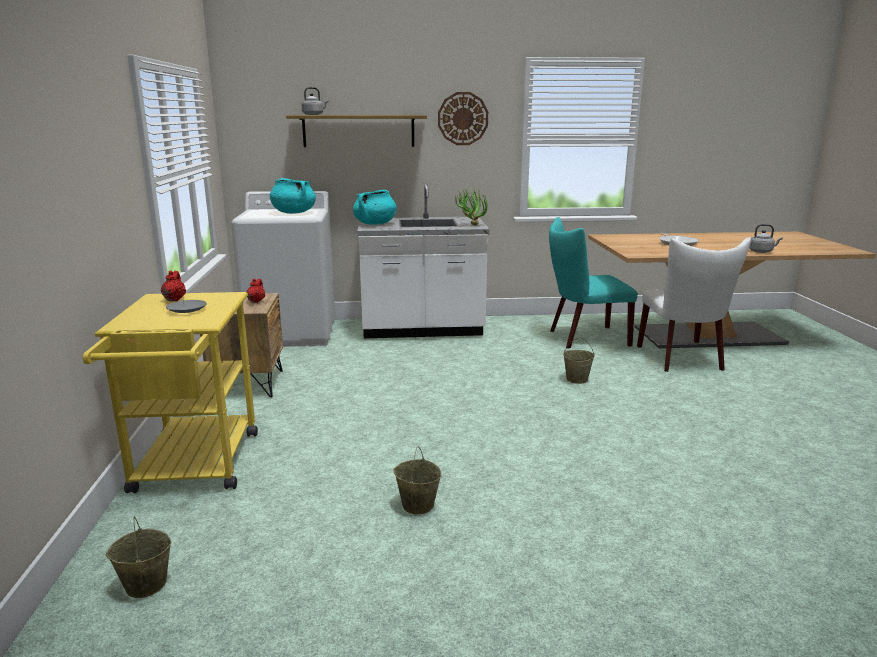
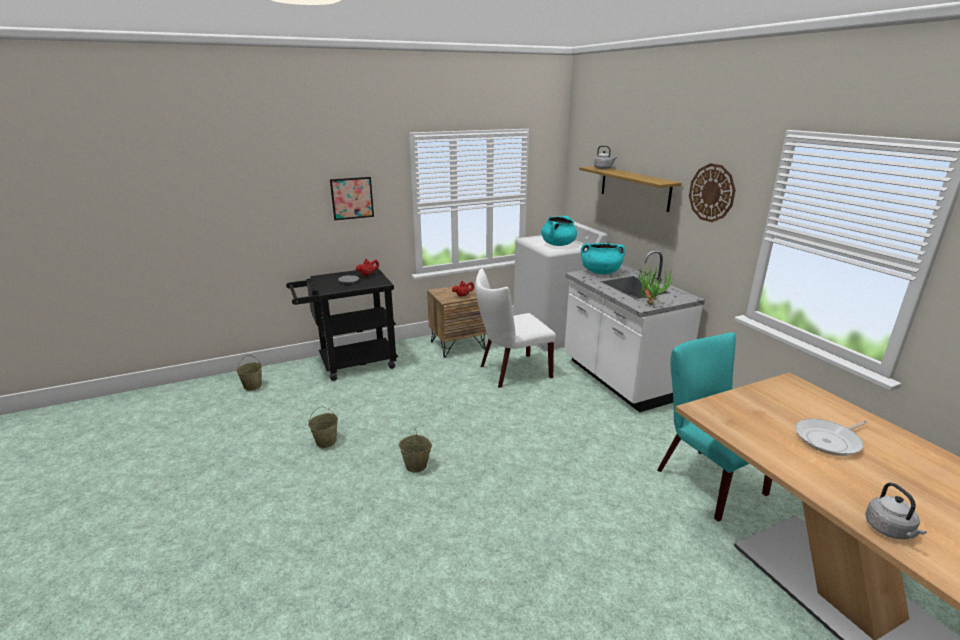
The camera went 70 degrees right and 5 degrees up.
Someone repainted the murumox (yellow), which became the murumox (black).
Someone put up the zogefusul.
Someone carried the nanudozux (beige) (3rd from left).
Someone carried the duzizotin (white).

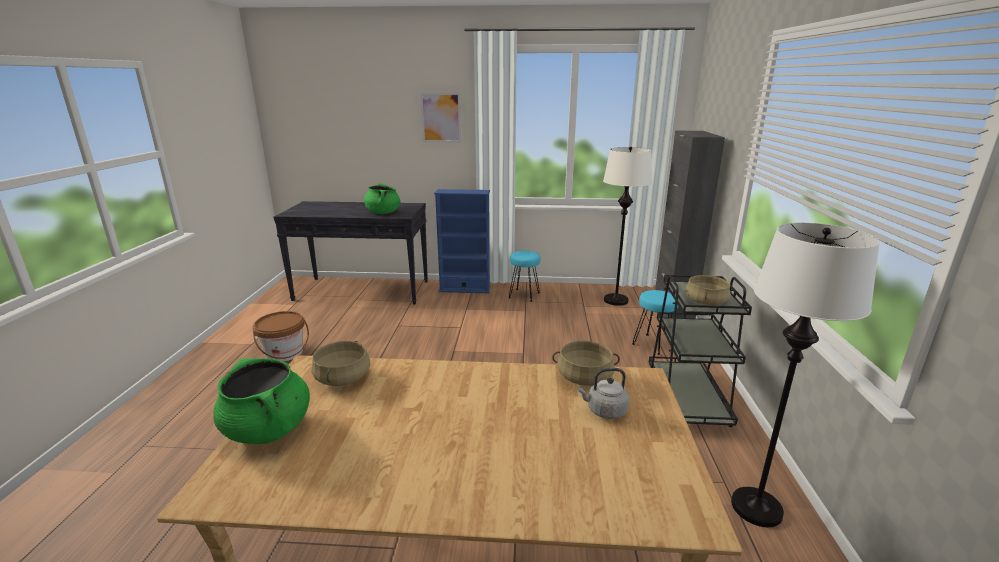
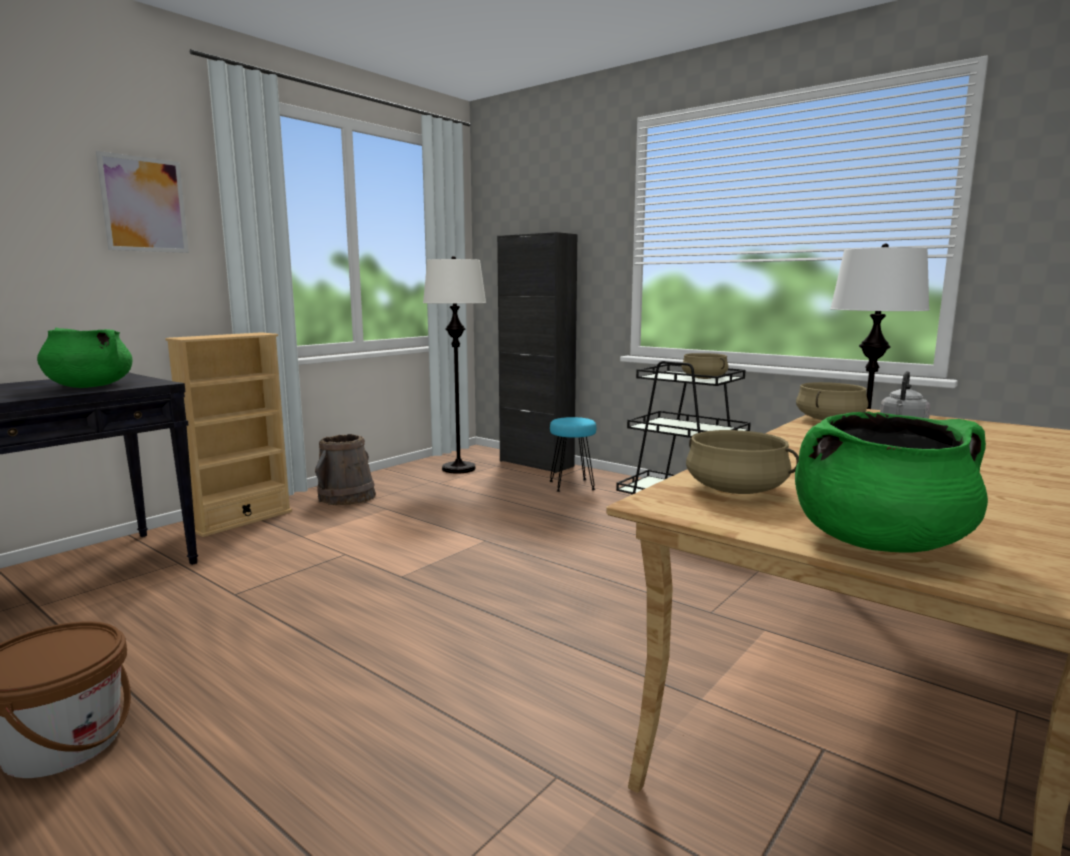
The camera went 55 degrees left and 10 degrees down.
Someone repainted the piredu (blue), which became the piredu (beige).
Someone swapped the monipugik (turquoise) (1st from left) for the nanudozux (brown) (2nd from left).

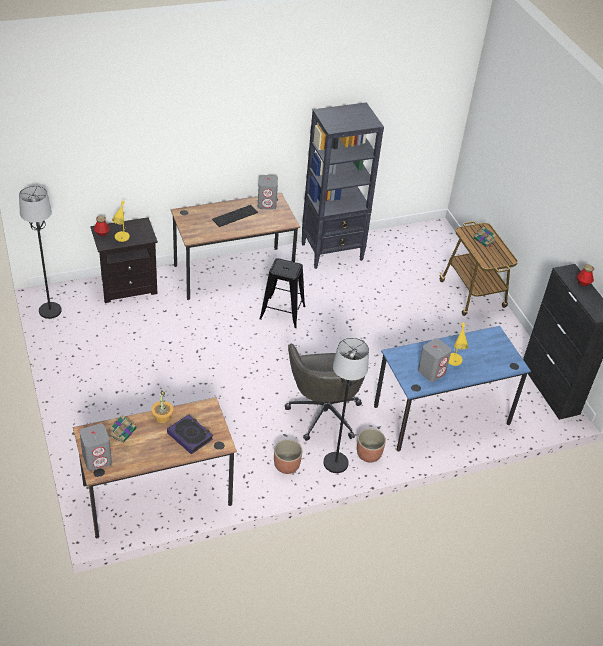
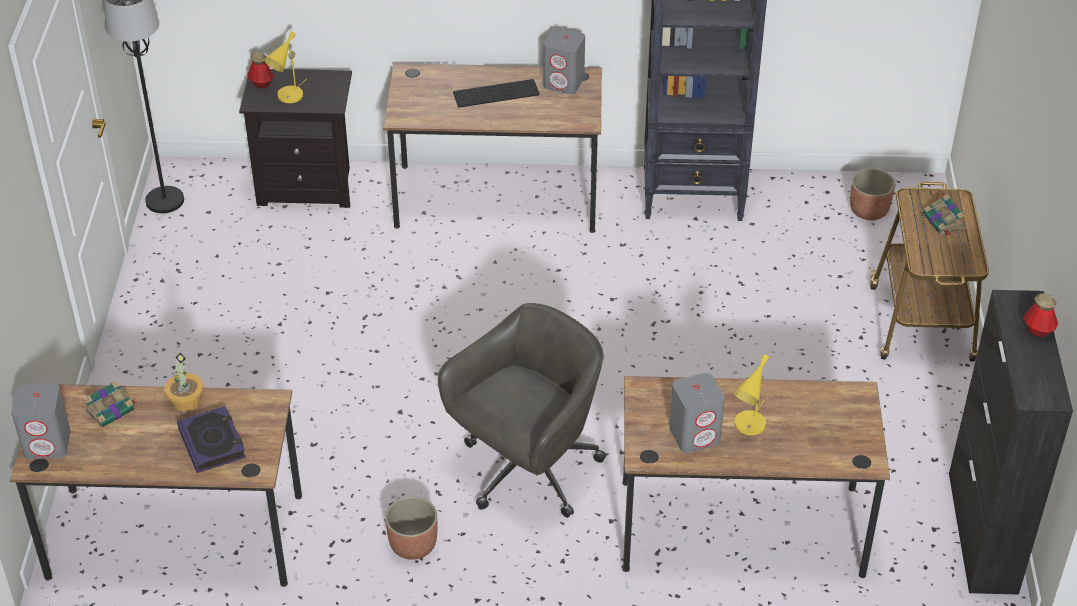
The camera went 25 degrees right and 0 degrees up.
Someone rotated the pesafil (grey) by 150 degrees counterclockwise.
Someone repainted the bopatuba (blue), which became the bopatuba (brown) (3rd from left).
Someone carried the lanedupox (2nd from left).
Someone took away the monipugik (black).
Someone took away the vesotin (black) (2nd from left).

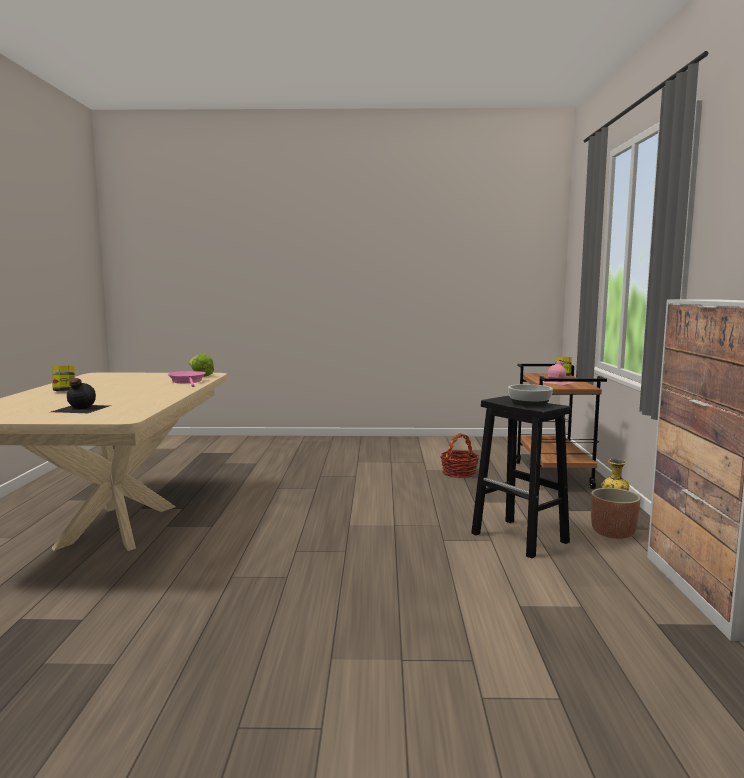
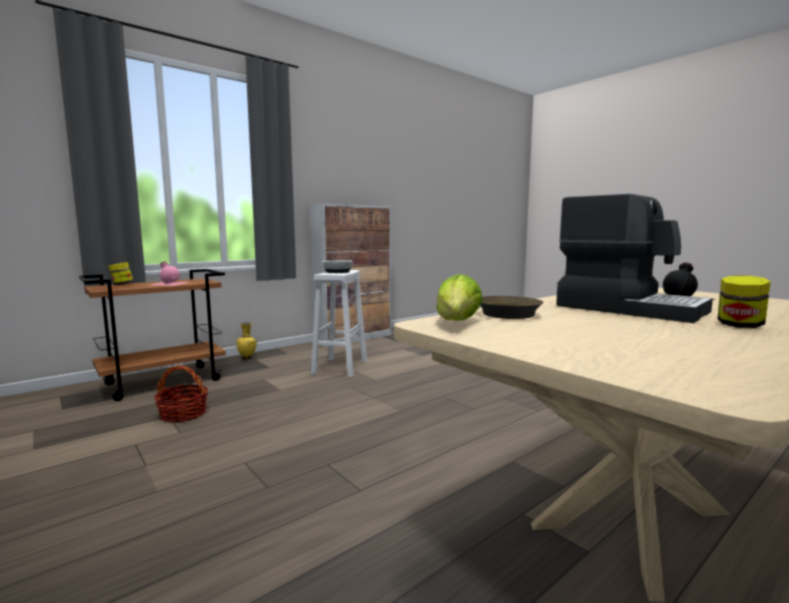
The camera went 130 degrees left and 0 degrees up.
Someone repainted the monipugik (black), which became the monipugik (white).
Someone repainted the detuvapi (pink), which became the detuvapi (brown).
Someone put down the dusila.
Someone took away the lanedupox.

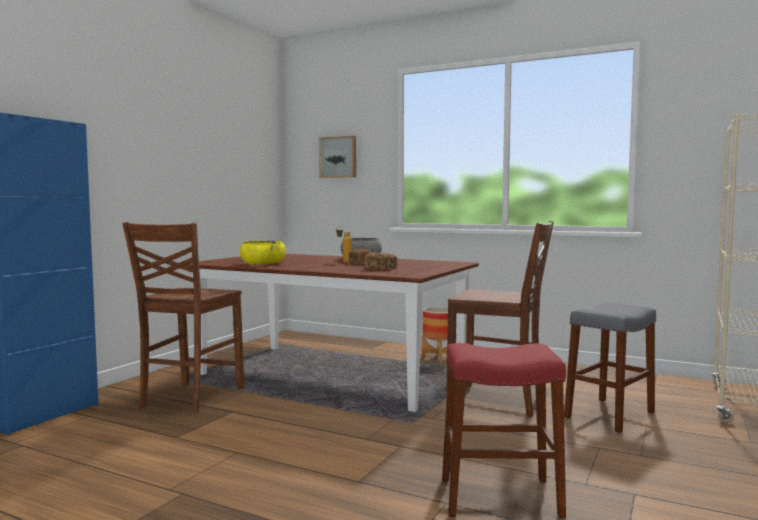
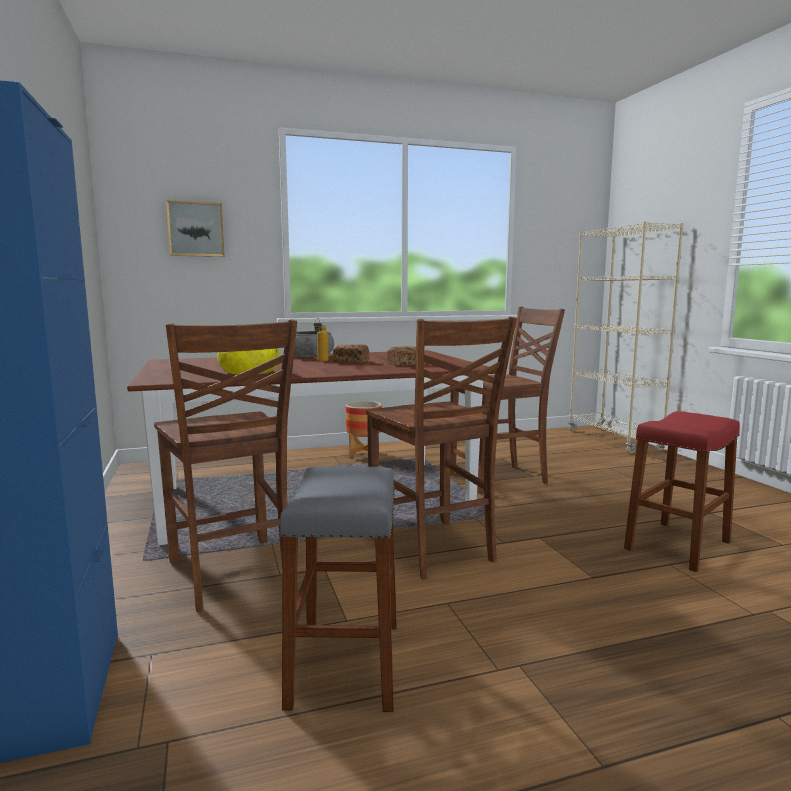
The camera went 45 degrees left and 5 degrees up.
Someone carried the monipugik (grey).
Someone put down the duzizotin (brown) (2nd from left).

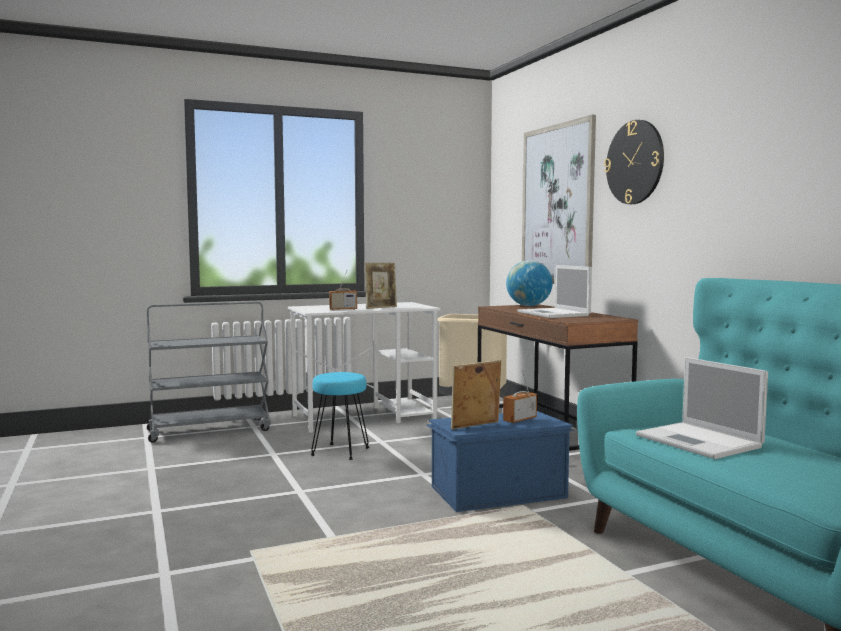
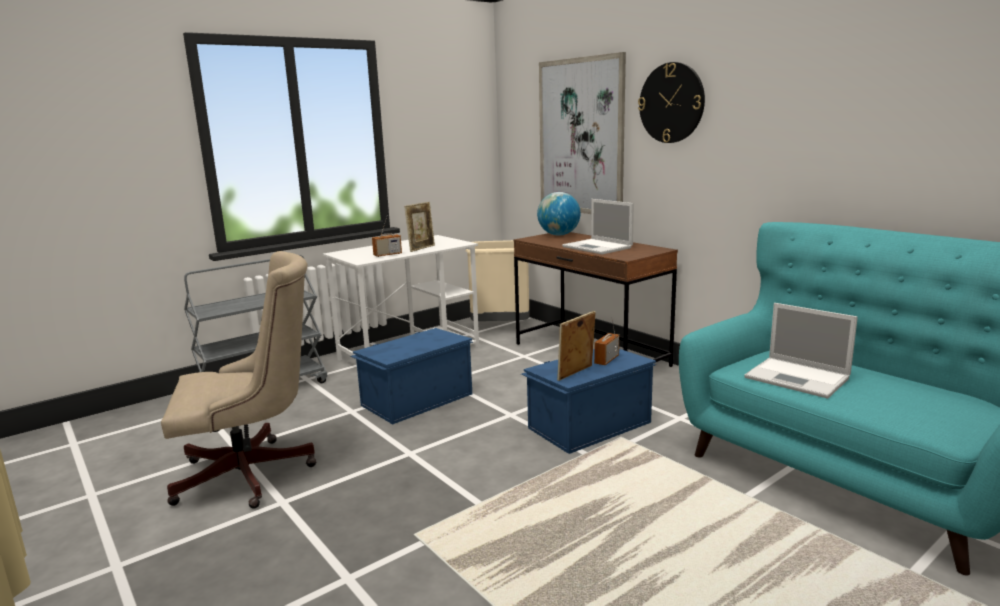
The camera went 15 degrees left and 10 degrees up.
Someone put down the pesafil (beige).
Someone swapped the monipugik (turquoise) for the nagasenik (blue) (1st from left).

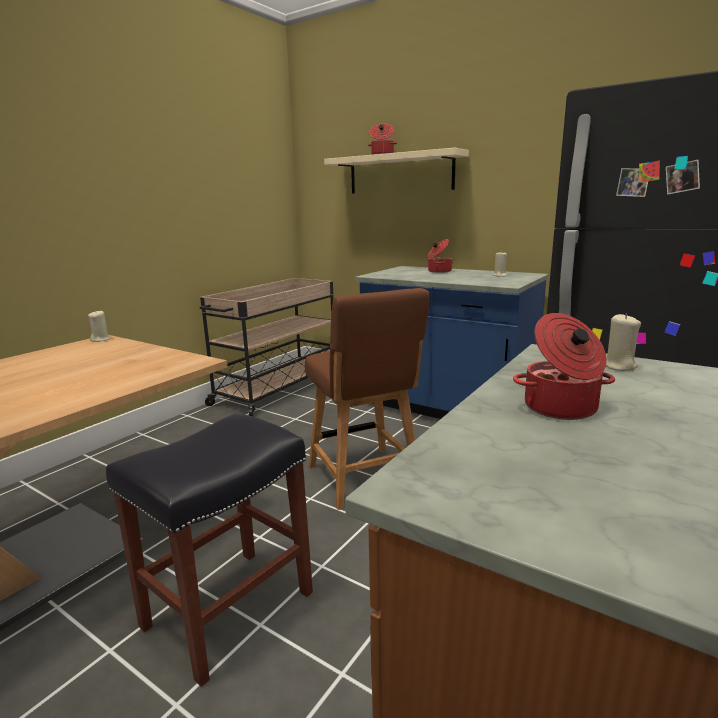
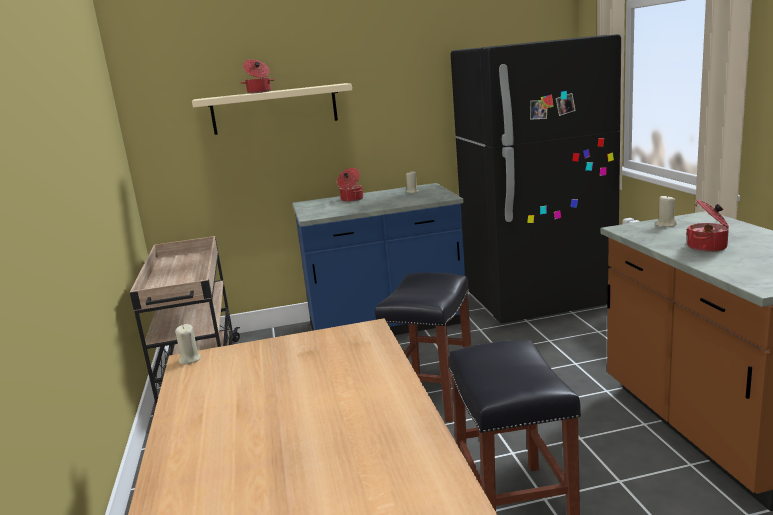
The camera went 45 degrees left and 0 degrees up.
Someone swapped the duzizotin (brown) for the monipugik (black) (1st from left).

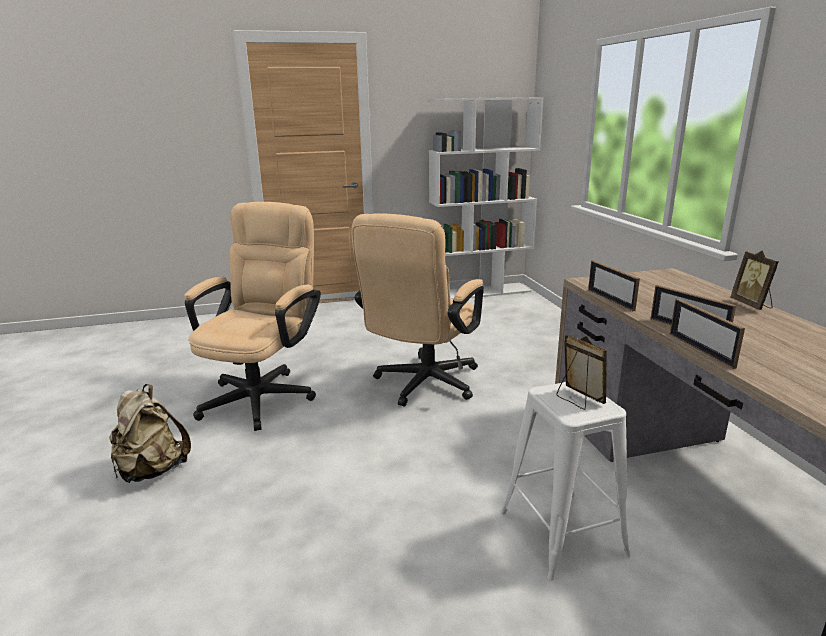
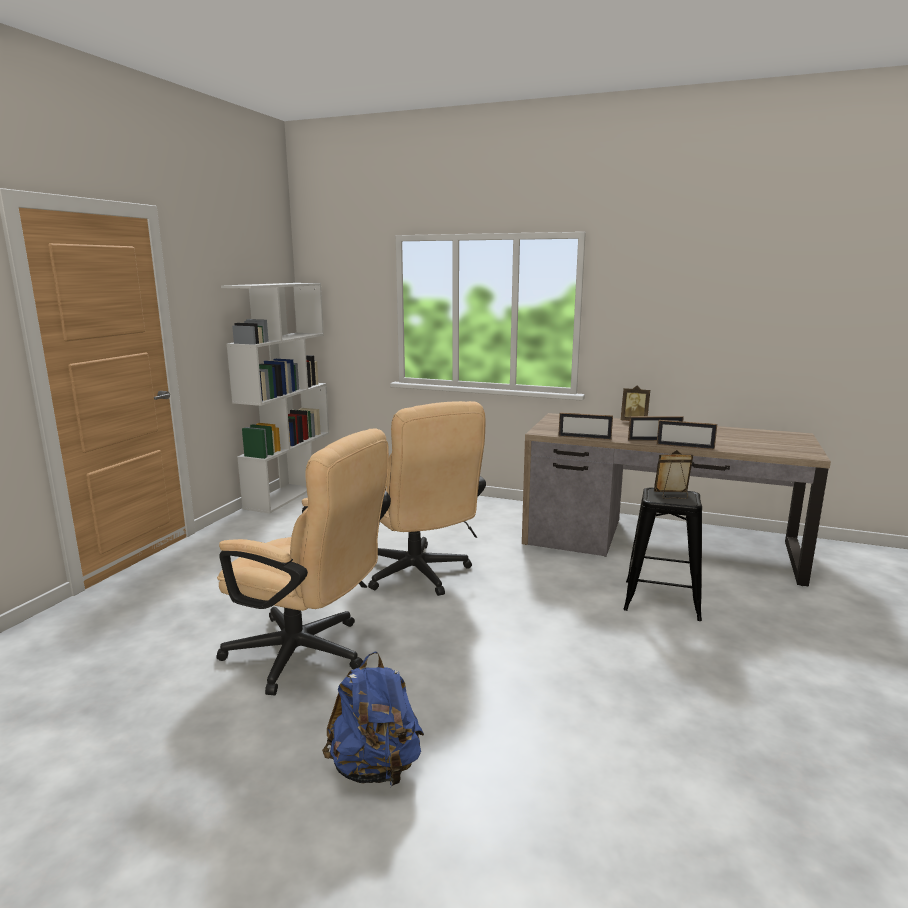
The camera went 55 degrees left and 5 degrees down.
Someone rotated the pesafil (beige) (1st from left) by 150 degrees clockwise.
Someone repainted the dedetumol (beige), which became the dedetumol (blue).
Someone repainted the monipugik (white), which became the monipugik (black).

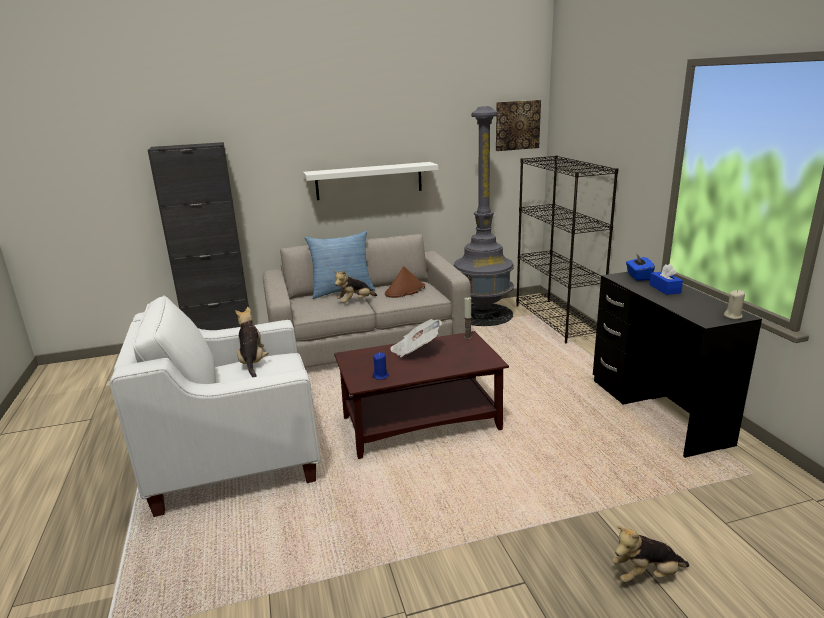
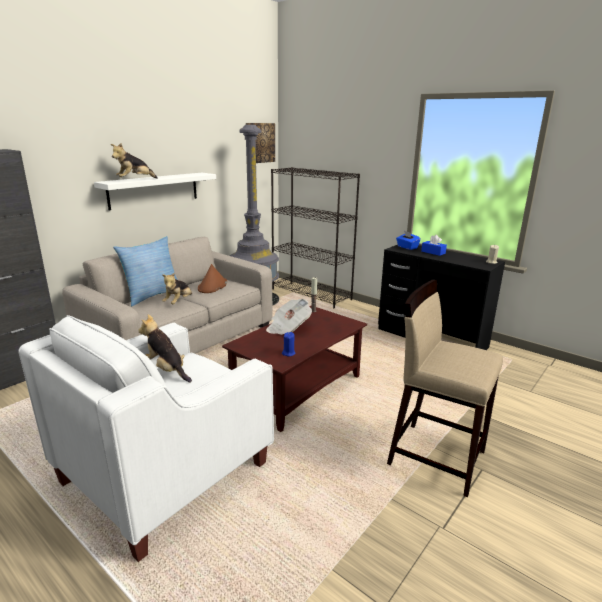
The camera went 35 degrees left and 0 degrees up.
Someone carried the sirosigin (3rd from left in the first image).
Someone put down the monipugik (beige).

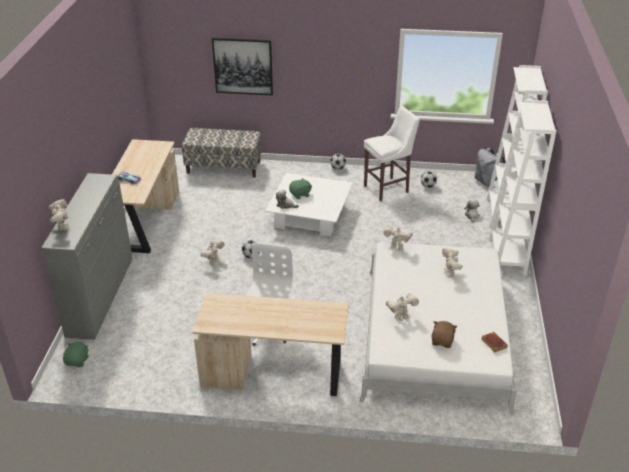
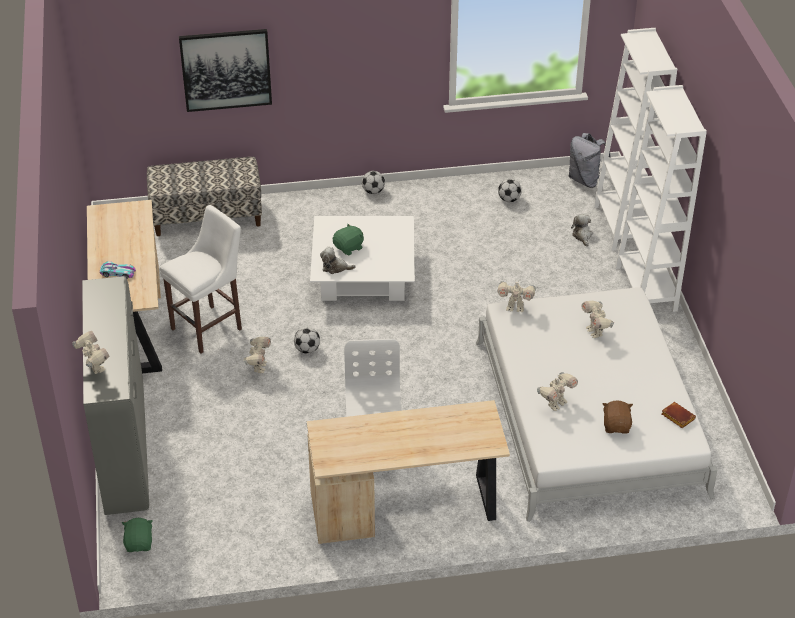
The camera went 15 degrees left and 5 degrees up.
Someone carried the monipugik (white).

